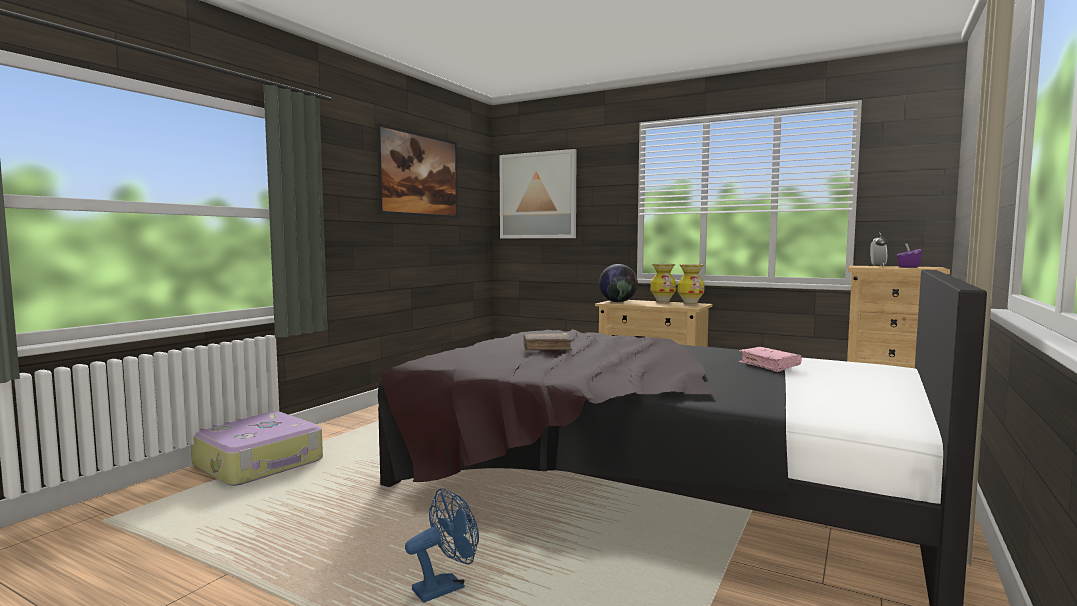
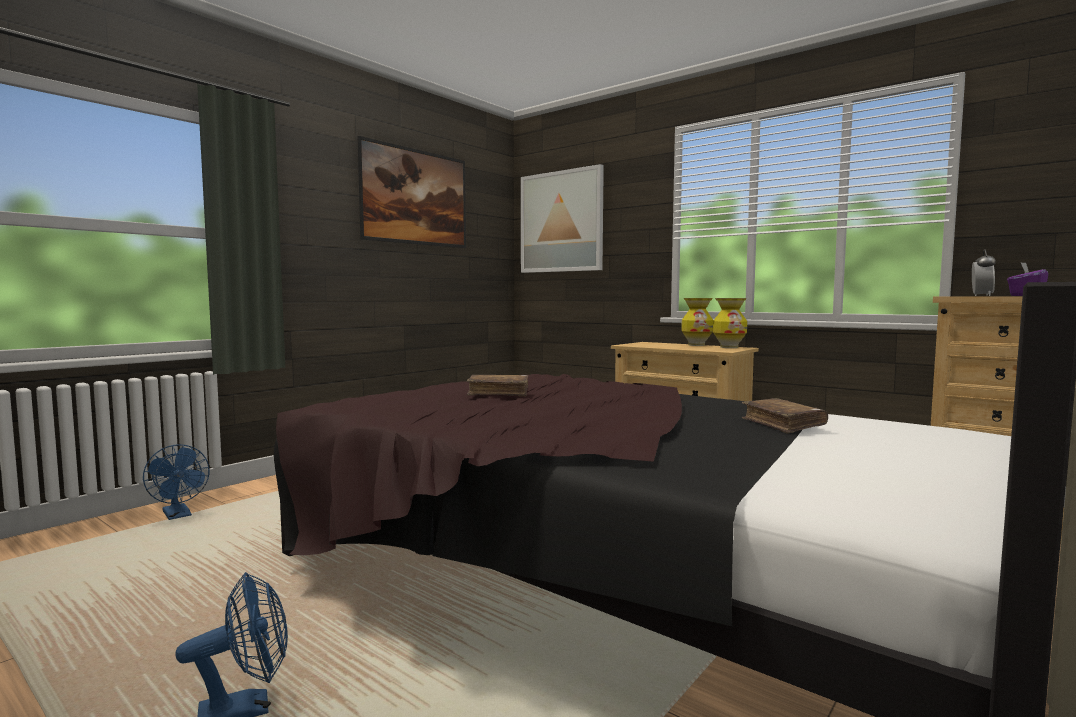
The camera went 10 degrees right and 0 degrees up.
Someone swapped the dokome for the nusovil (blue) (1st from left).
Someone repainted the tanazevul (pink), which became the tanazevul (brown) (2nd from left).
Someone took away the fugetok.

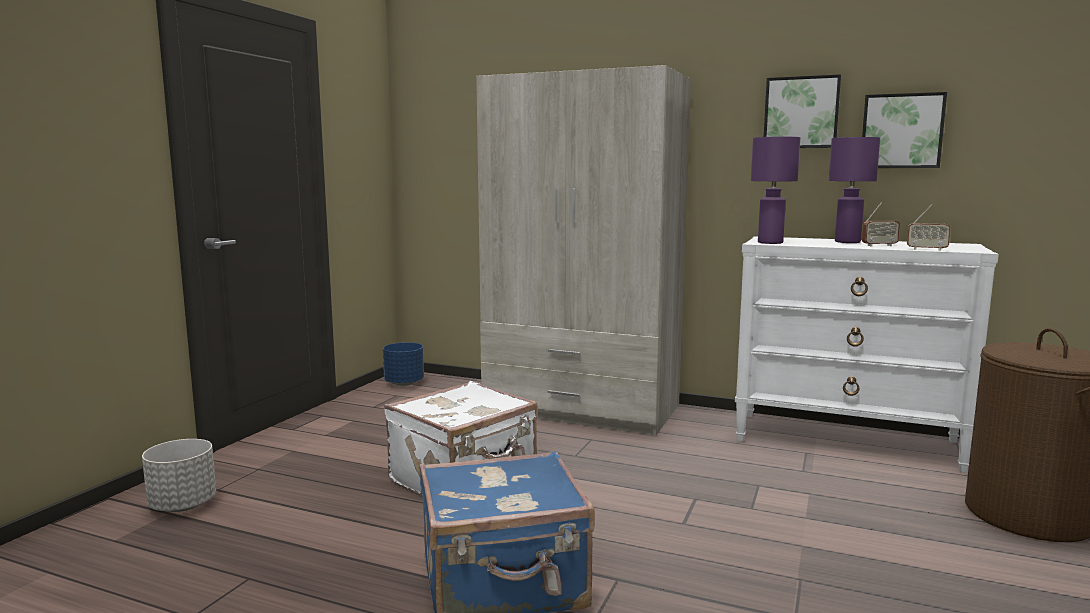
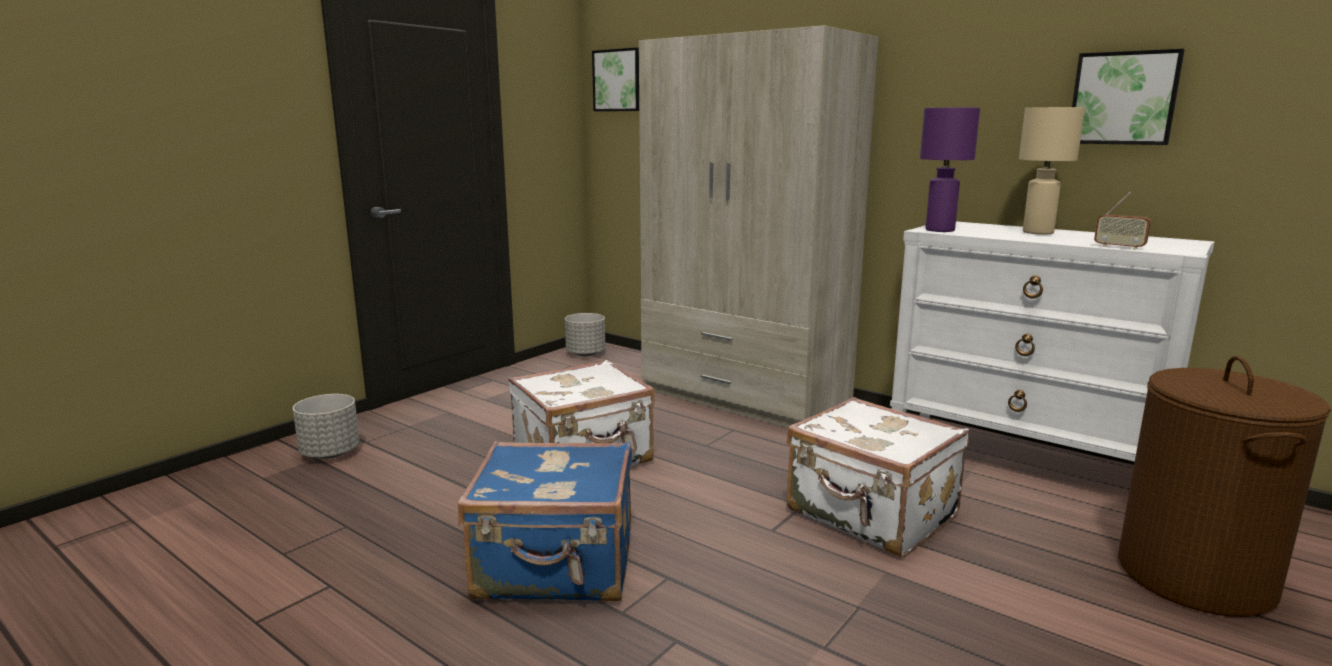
The camera went 15 degrees right and 5 degrees up.
Someone repainted the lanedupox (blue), which became the lanedupox (grey) (2nd from left).
Someone carried the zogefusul (1st from left).
Someone put down the dokome (white) (2nd from left).
Someone repainted the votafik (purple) (2nd from left), which became the votafik (beige).
Someone took away the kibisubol (1st from left).

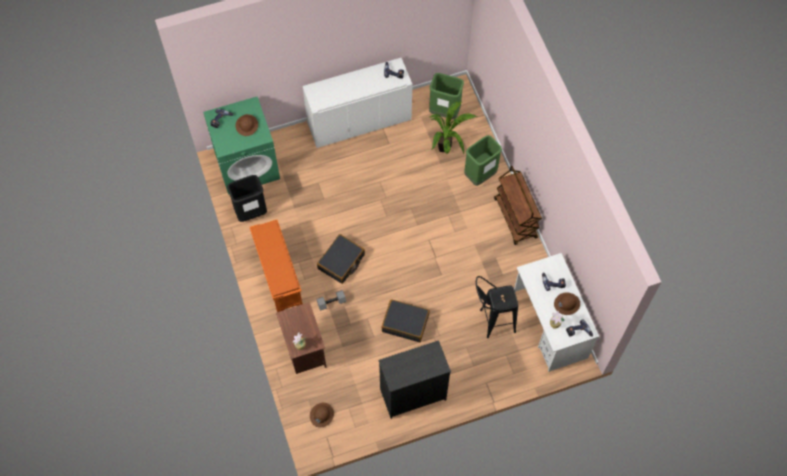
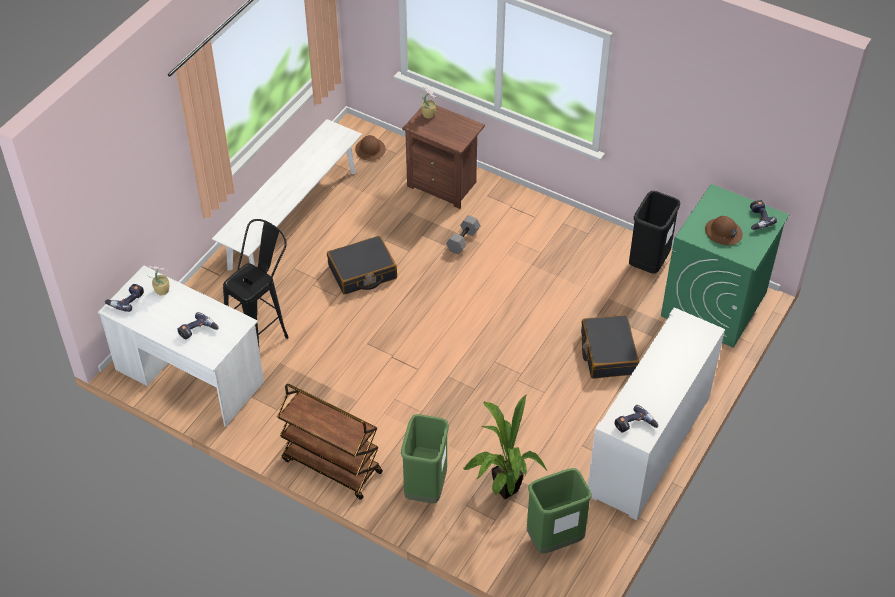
The camera went 140 degrees right and 15 degrees down.
Someone swapped the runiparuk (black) for the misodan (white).
Someone carried the dokome (black) (1st from left in the first image).
Someone took away the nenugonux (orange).
Someone took away the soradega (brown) (3rd from left).

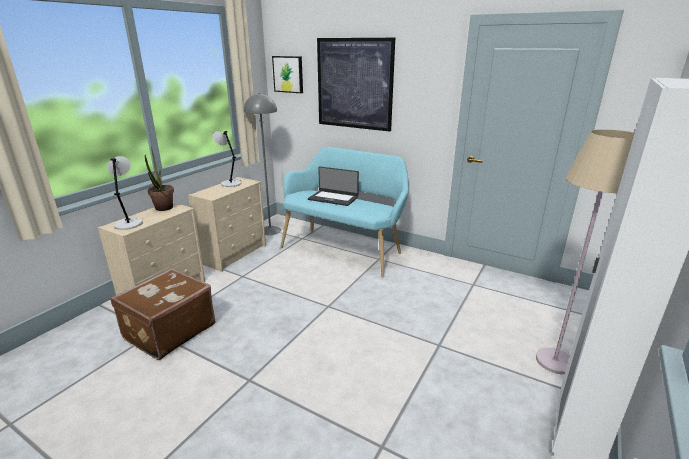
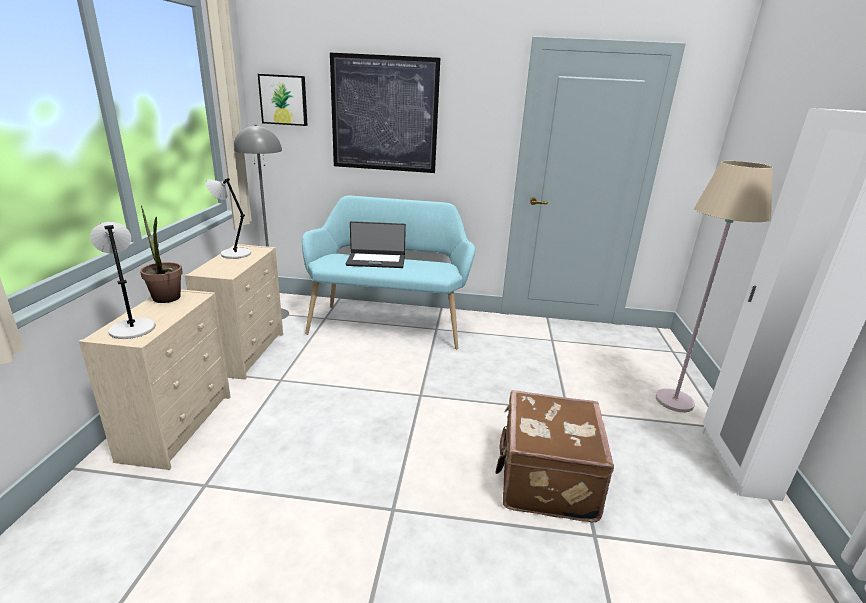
The camera went 25 degrees left and 0 degrees up.
Someone carried the dokome (brown).

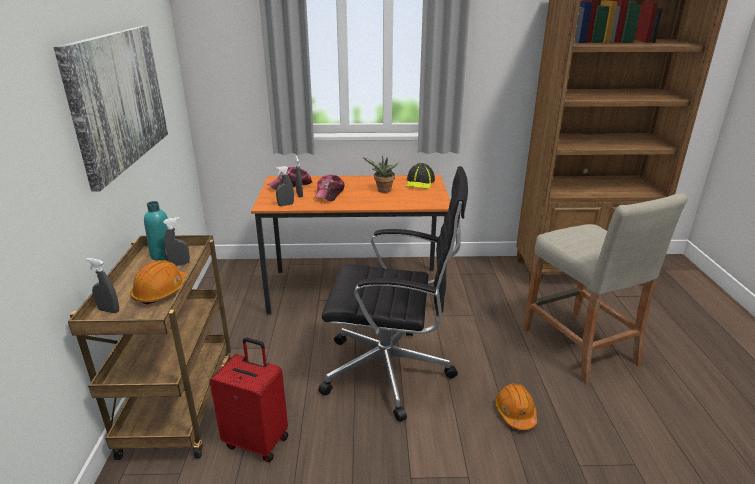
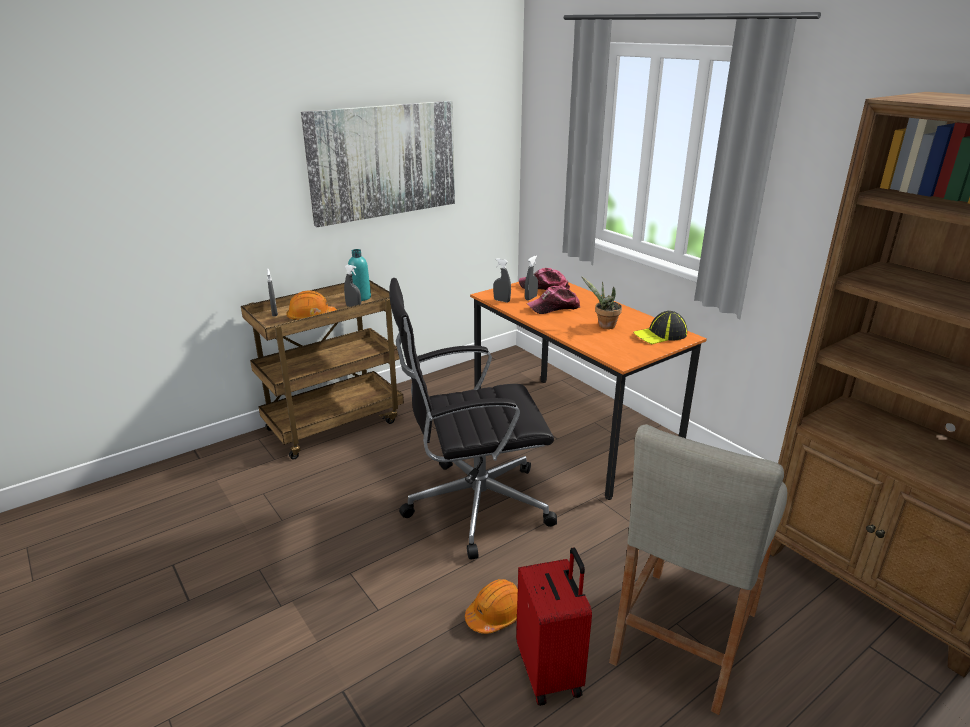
The camera went 55 degrees right and 0 degrees up.
Someone rotated the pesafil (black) by 105 degrees clockwise.
Someone carried the dokome (red).

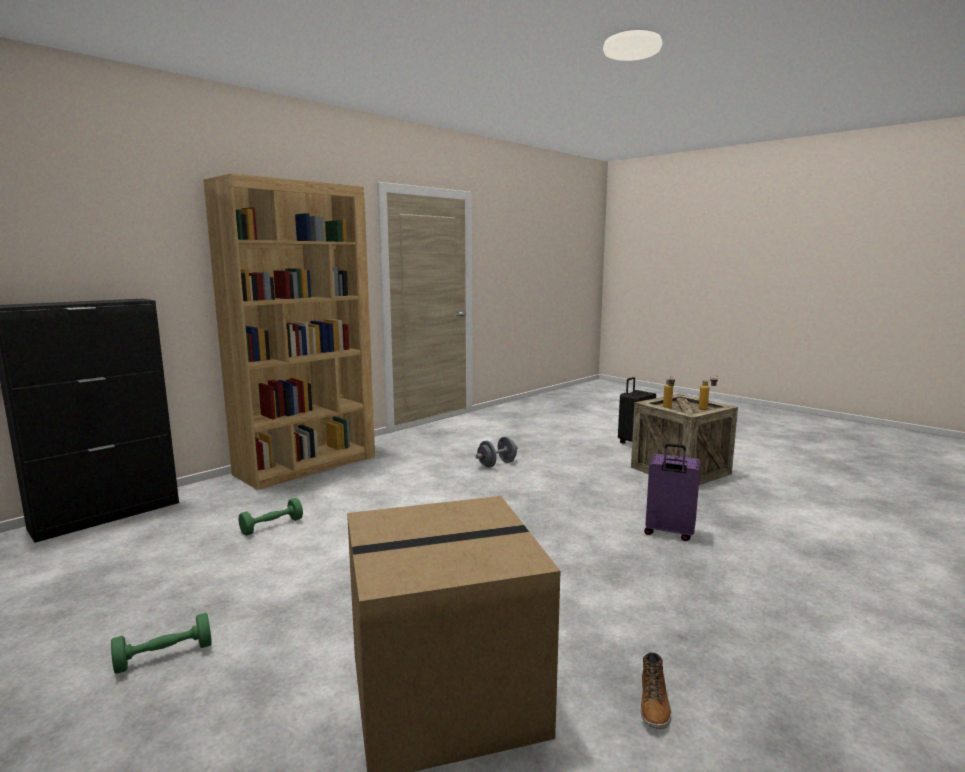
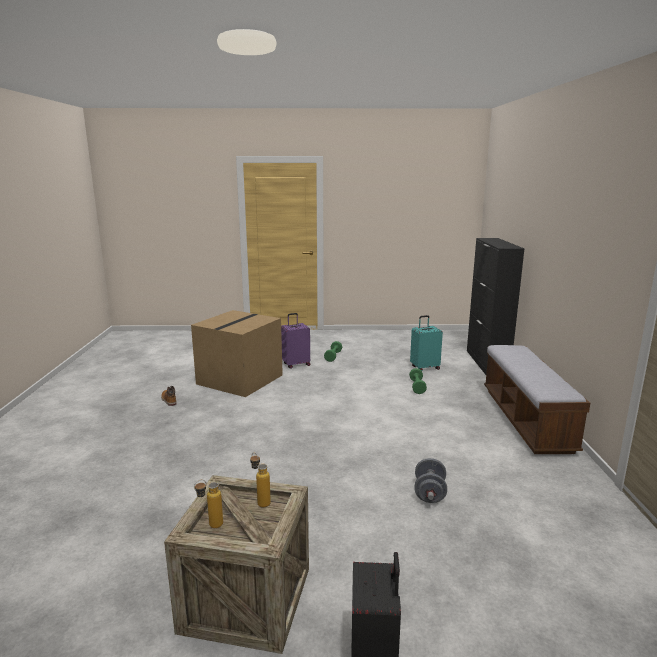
The camera went 135 degrees right and 5 degrees up.
Someone carried the dokome (purple).
Someone put down the dokome (turquoise).
Someone swapped the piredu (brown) for the misodan.

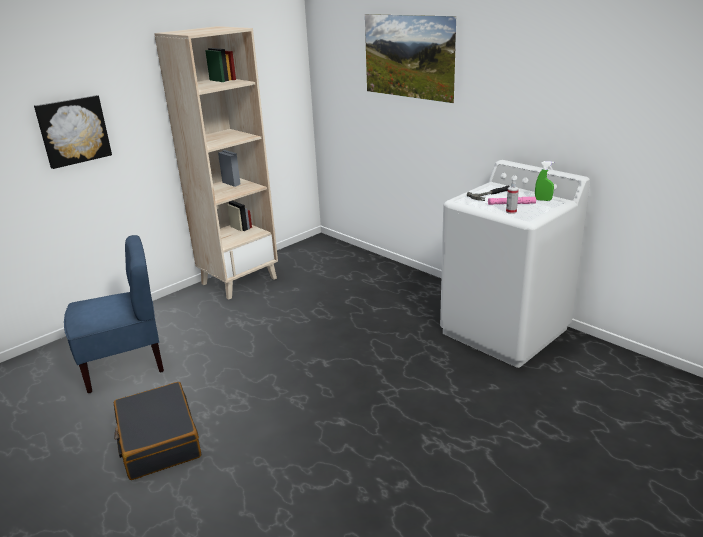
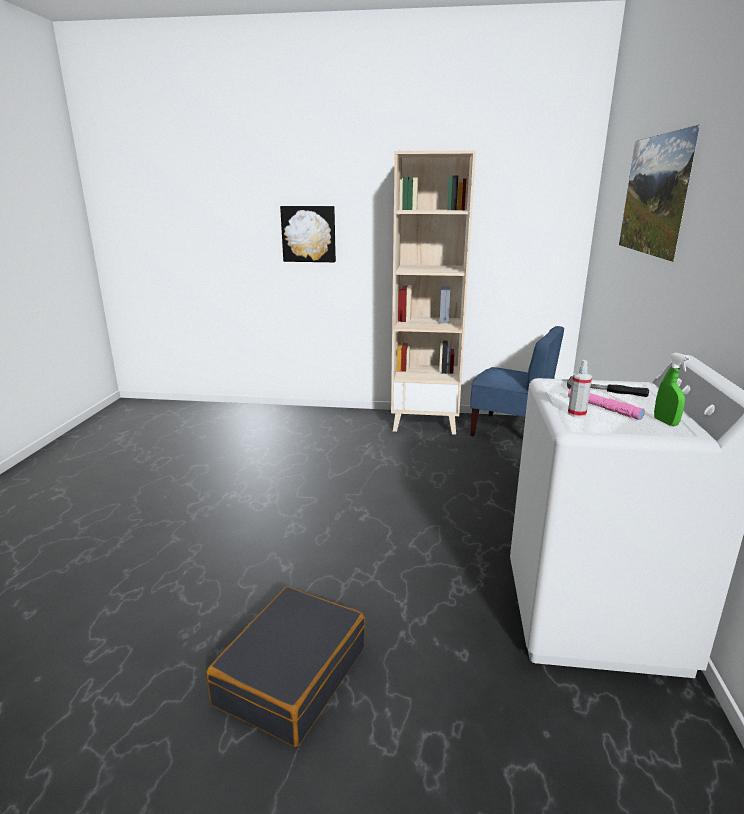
The camera went 50 degrees right and 5 degrees down.
Someone carried the dokome (black).
Someone carried the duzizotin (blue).

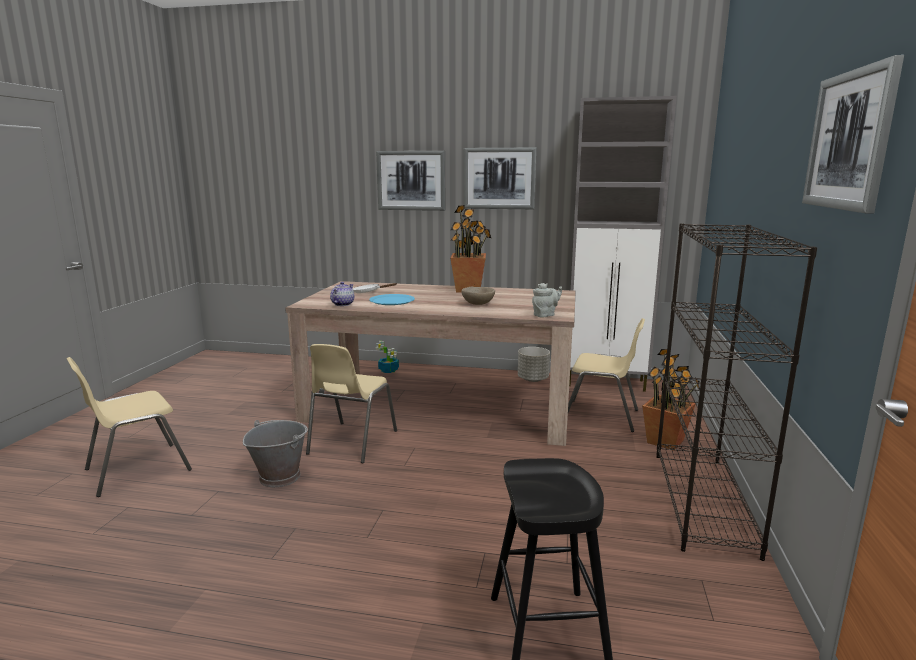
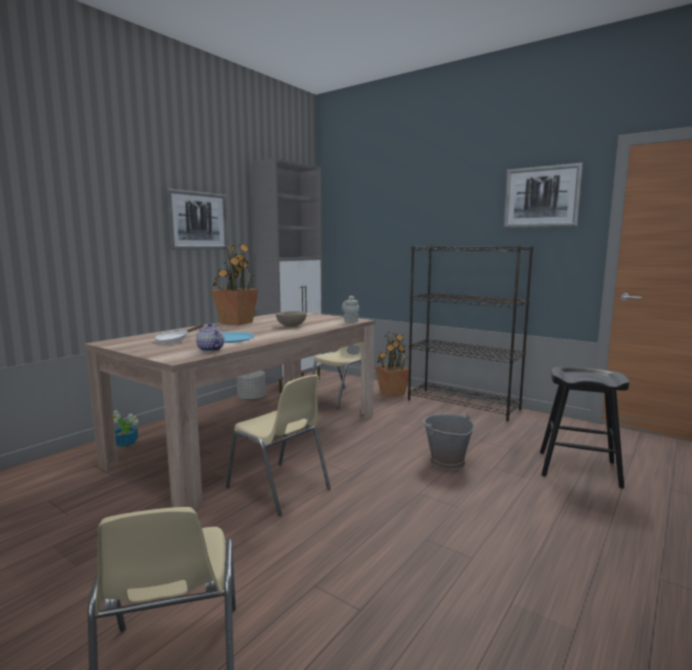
The camera went 65 degrees left and 5 degrees down.
Someone carried the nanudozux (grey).
Someone took away the zogefusul (1st from left).

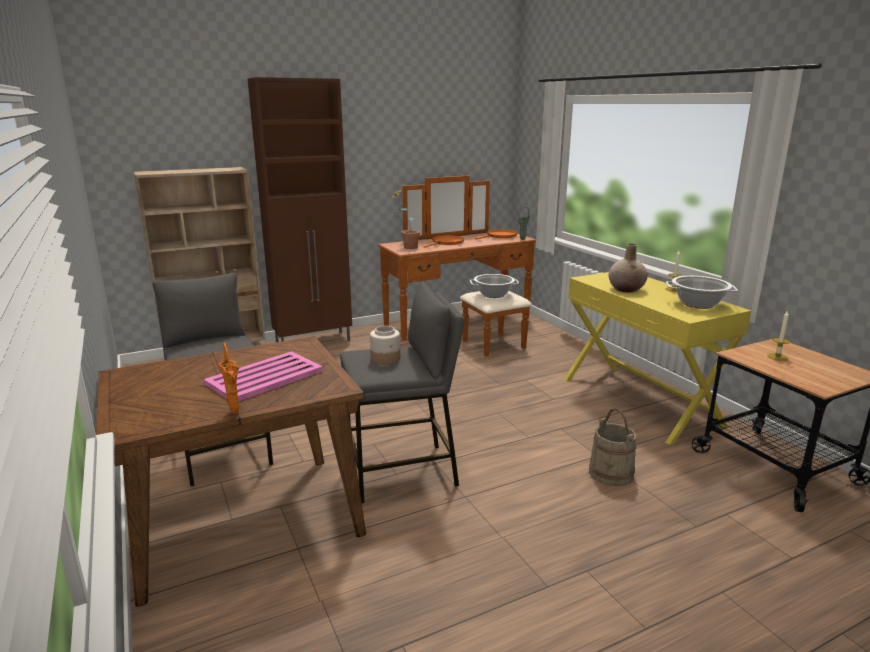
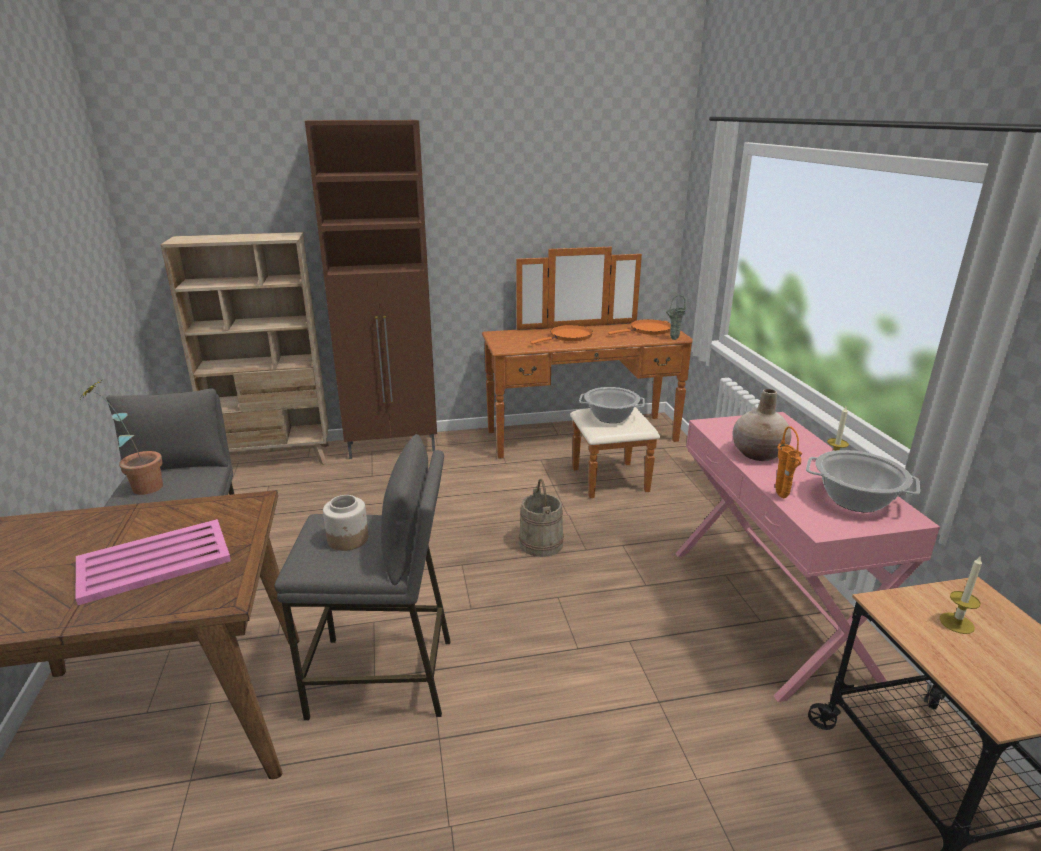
The camera went 15 degrees right and 5 degrees up.
Someone carried the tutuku.
Someone carried the nanudozux (beige).
Someone repainted the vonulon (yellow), which became the vonulon (pink).
Someone carried the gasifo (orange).

